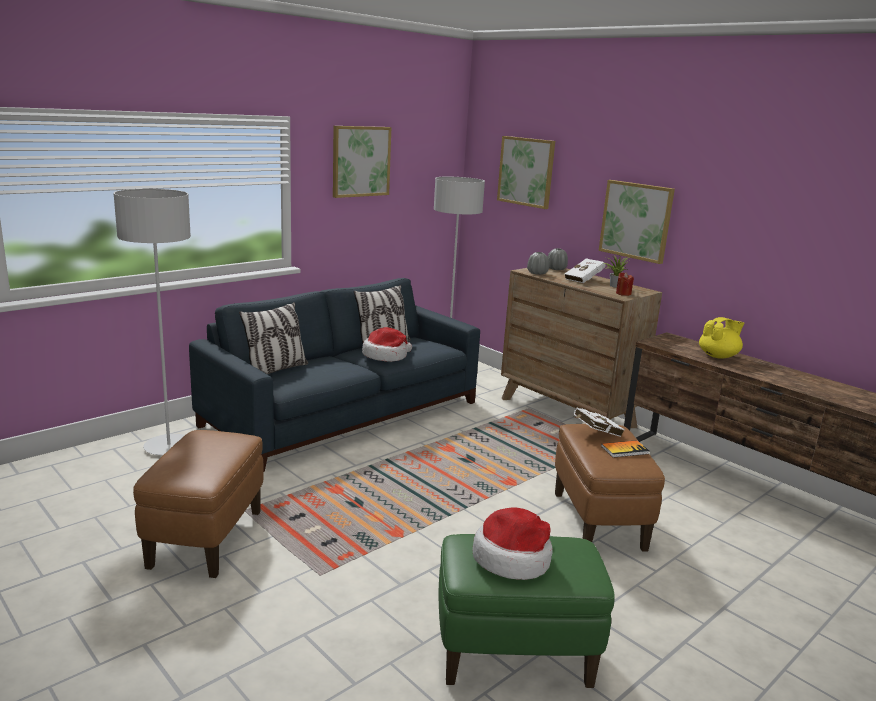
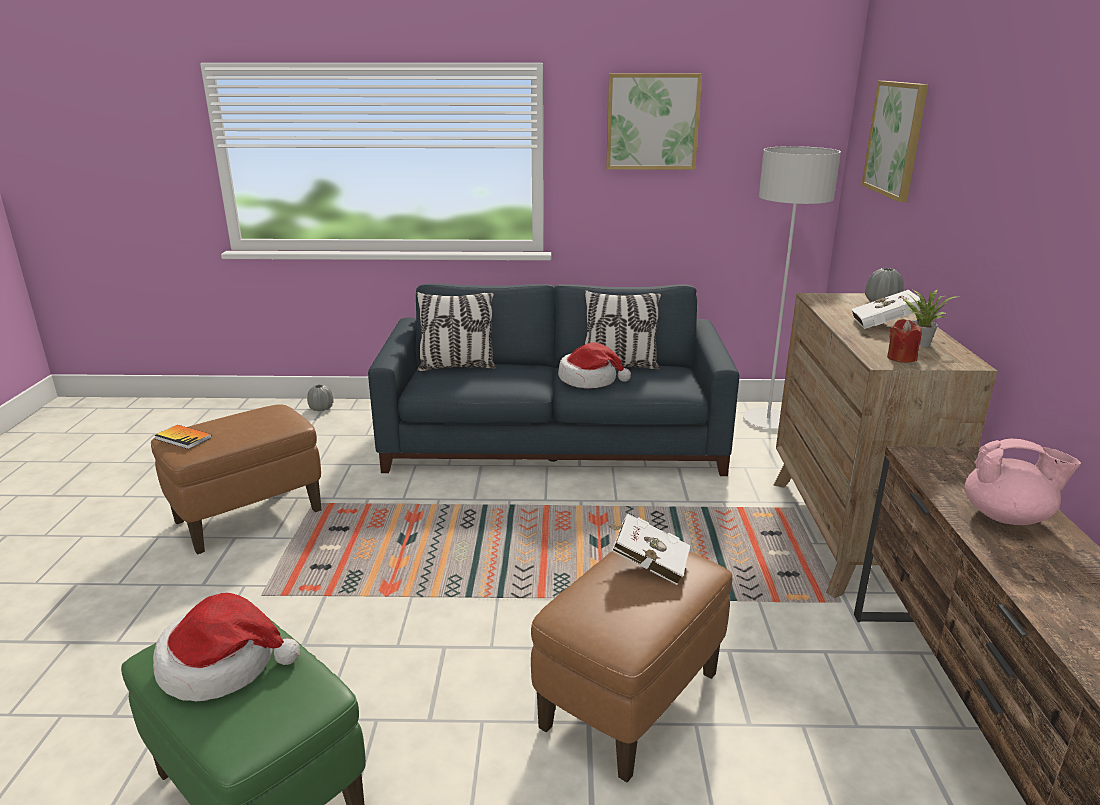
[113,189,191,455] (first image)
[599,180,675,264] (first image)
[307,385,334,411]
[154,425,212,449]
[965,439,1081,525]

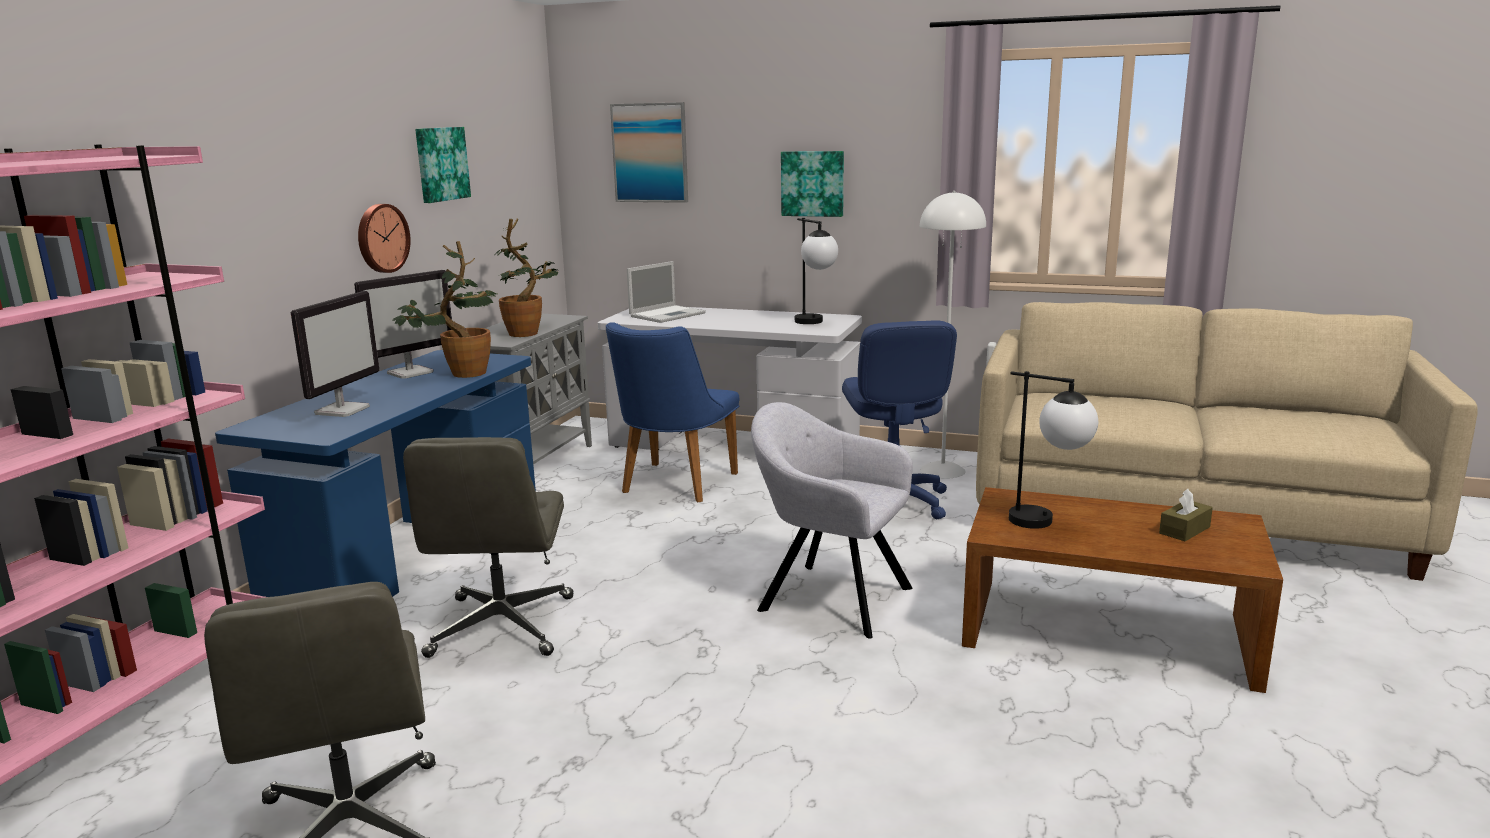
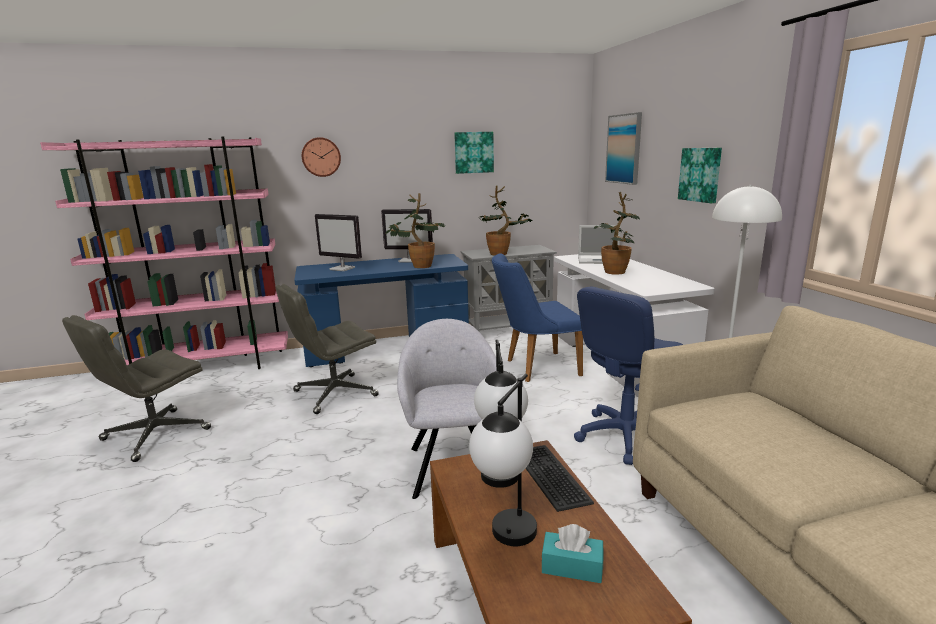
[526,445,594,512]
[594,192,640,275]
[302,137,341,177]
[469,374,537,546]
[541,524,603,583]
[315,214,362,271]

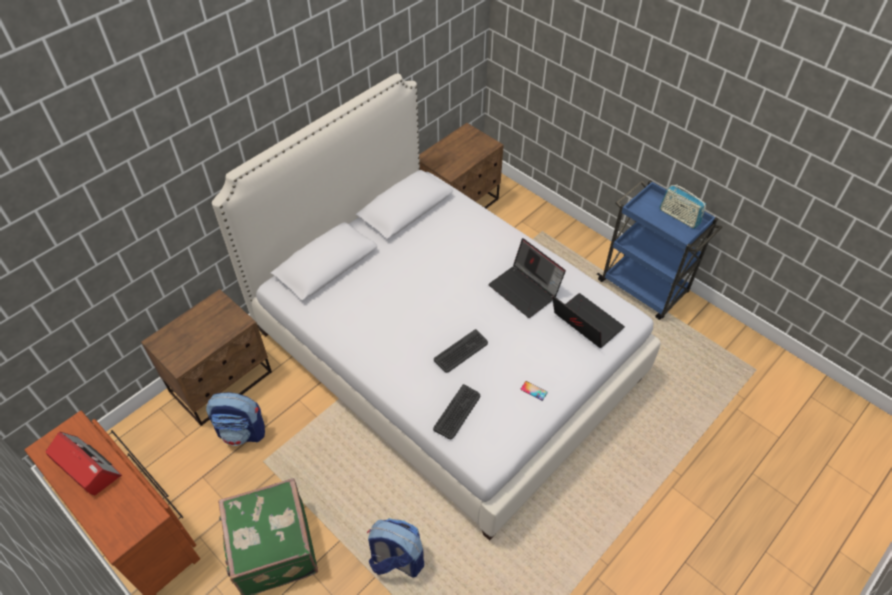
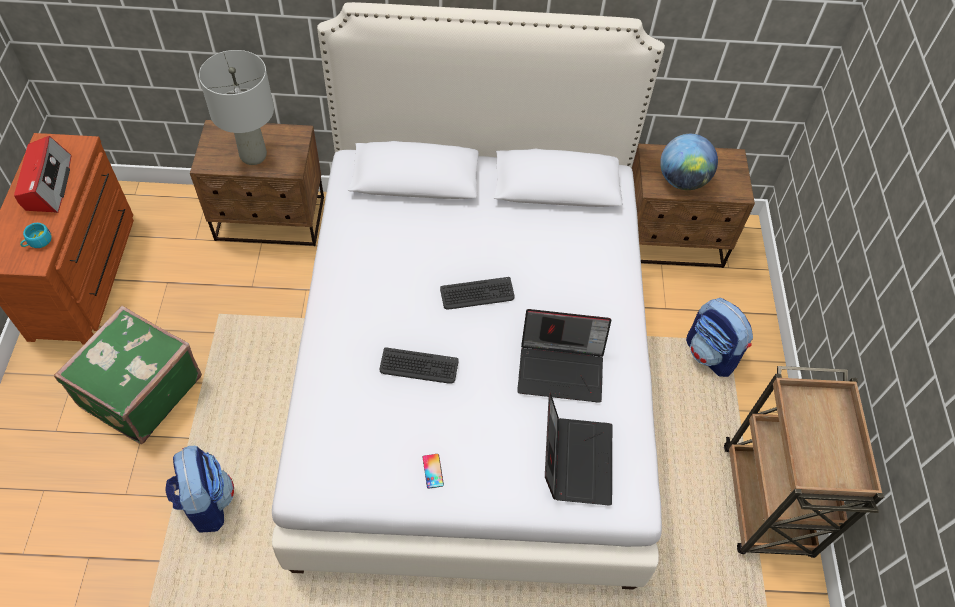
[659,184,706,229] (first image)
[20,223,52,248]
[199,50,274,165]
[660,134,718,190]
[686,298,753,377]
[440,277,515,309]
[724,366,884,558]
[517,309,611,403]

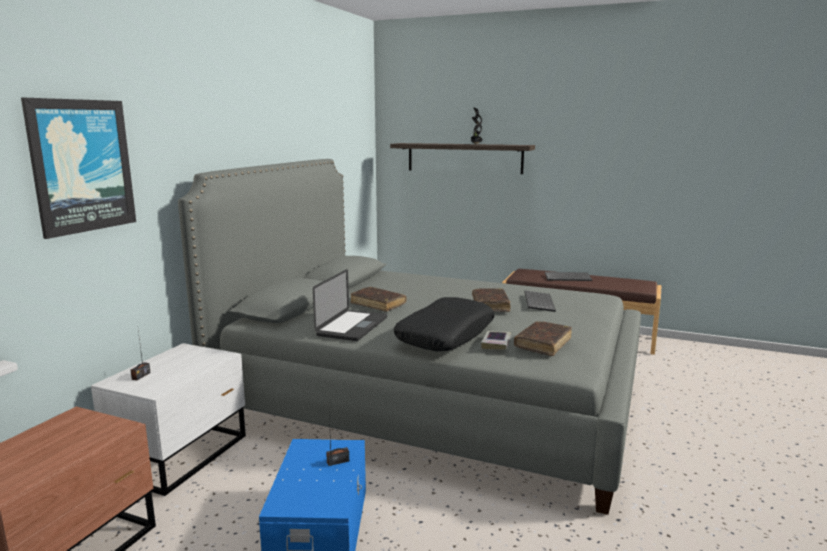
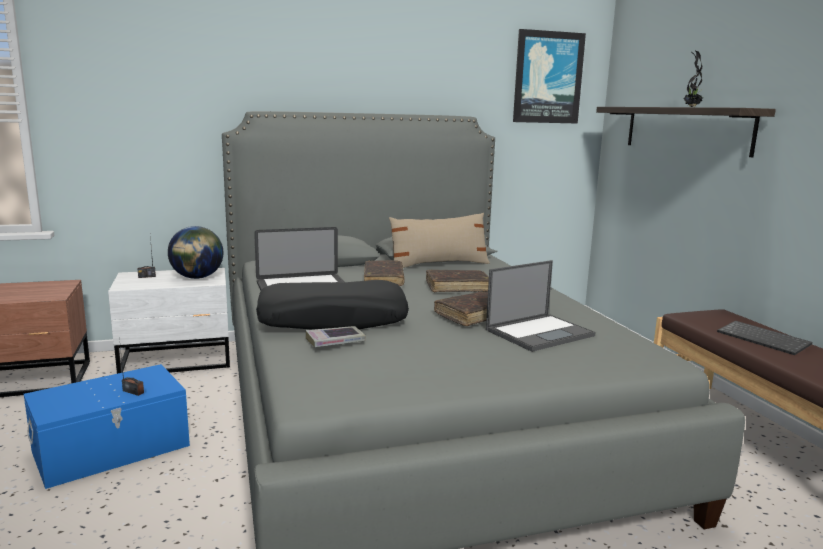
[168,226,223,279]
[389,213,490,268]
[513,29,586,124]
[426,270,489,292]
[486,260,596,352]

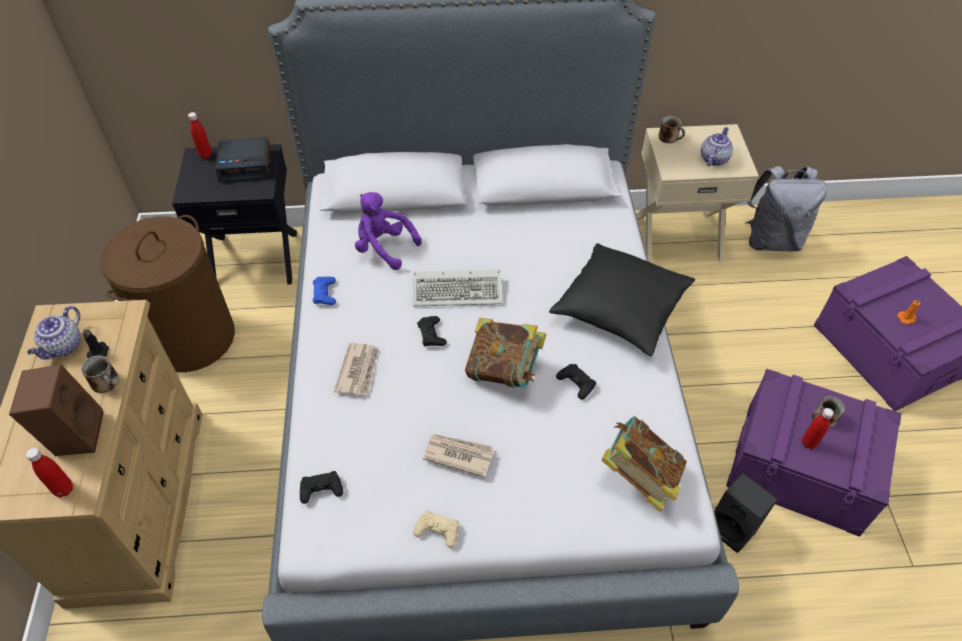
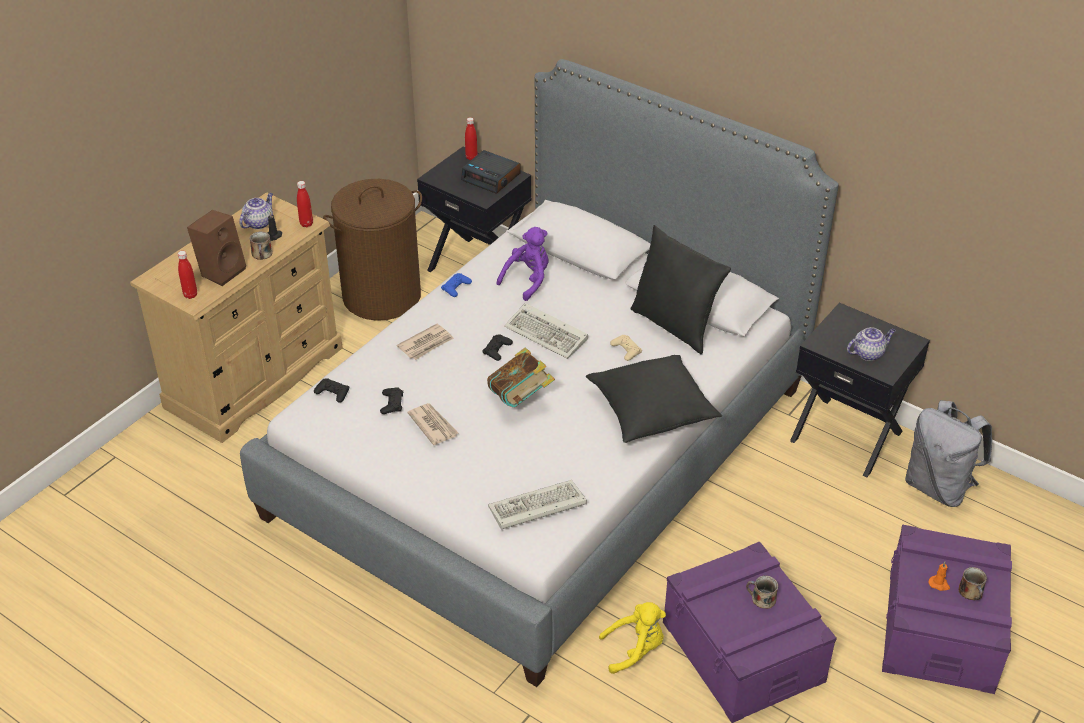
[631,225,731,354]
[610,335,642,361]
[380,387,403,414]
[958,567,987,600]
[297,181,313,227]
[488,480,587,530]
[599,602,666,674]
[790,303,930,477]
[239,193,273,229]
[496,227,549,301]

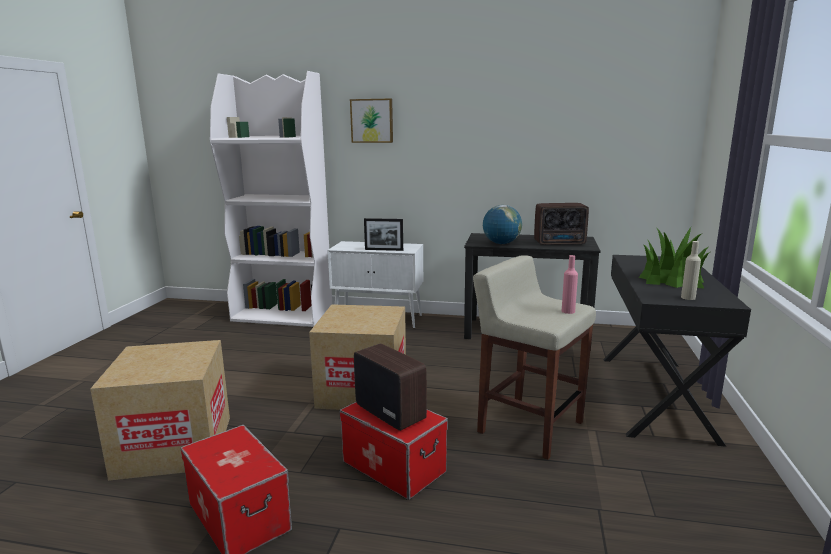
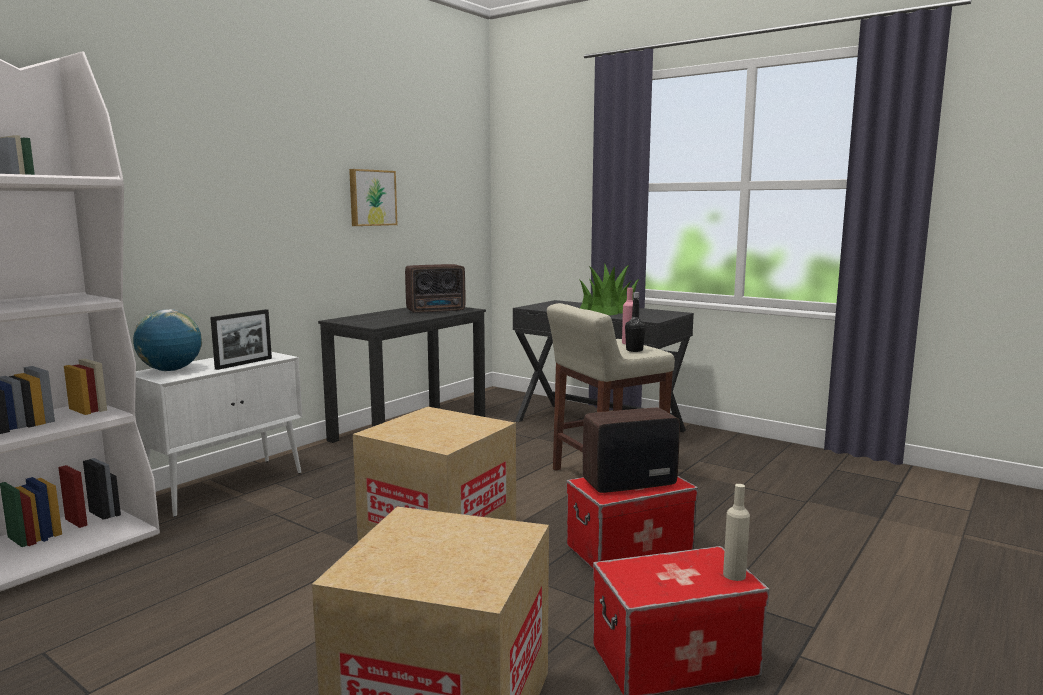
[625,292,646,352]
[349,169,397,226]
[133,309,202,371]
[723,484,750,581]
[405,264,465,313]

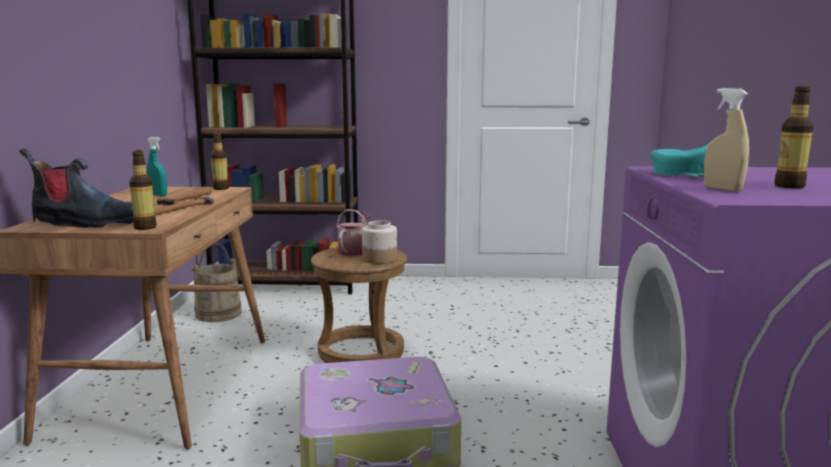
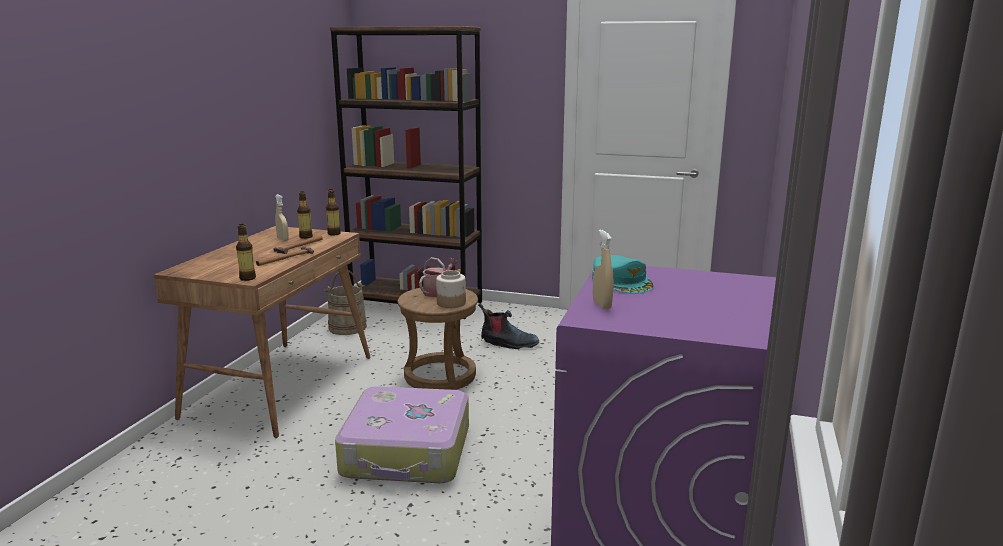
[478,303,539,349]
[297,191,313,239]
[275,194,289,241]

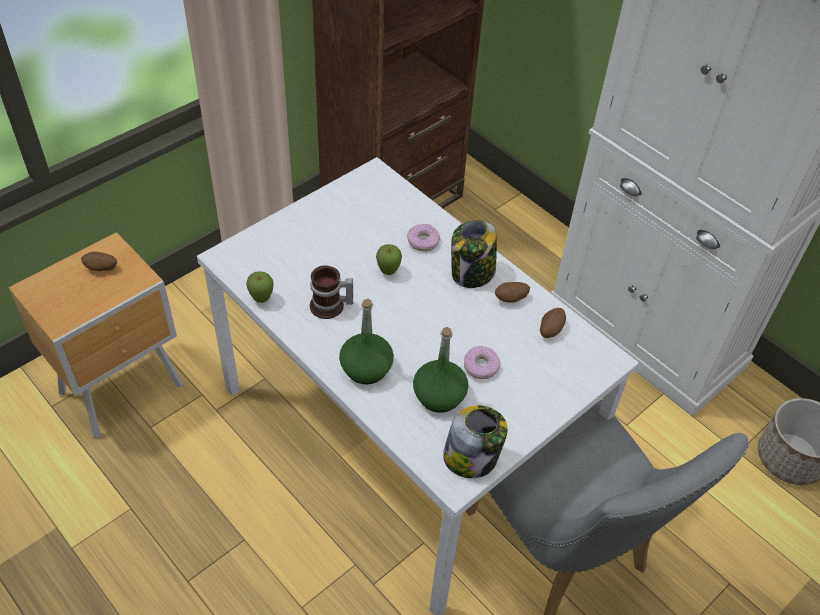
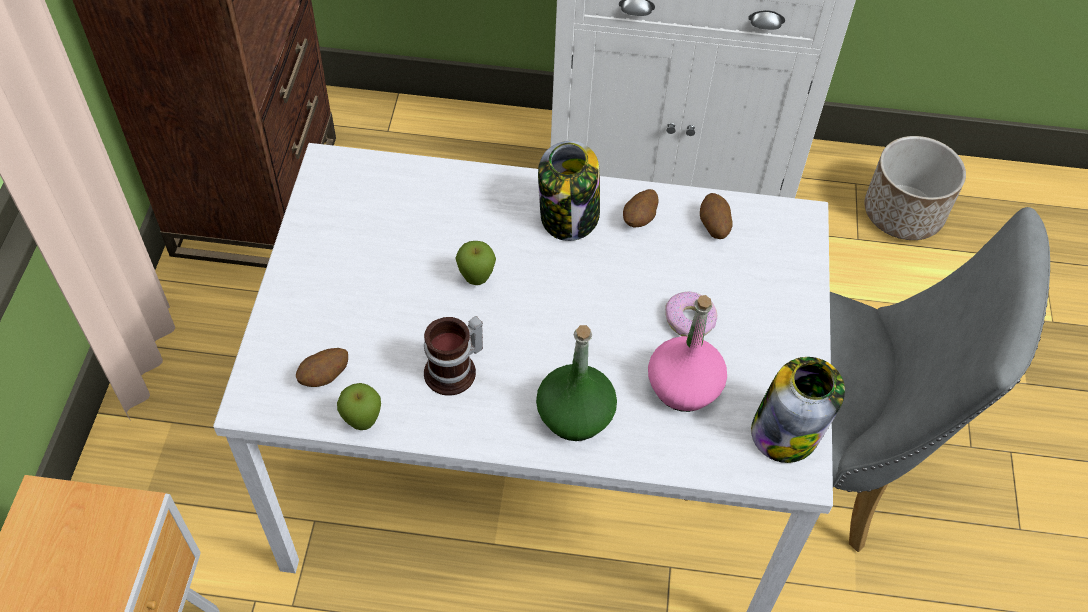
[407,224,440,251] (first image)
[296,348,348,387]
[648,295,727,412]

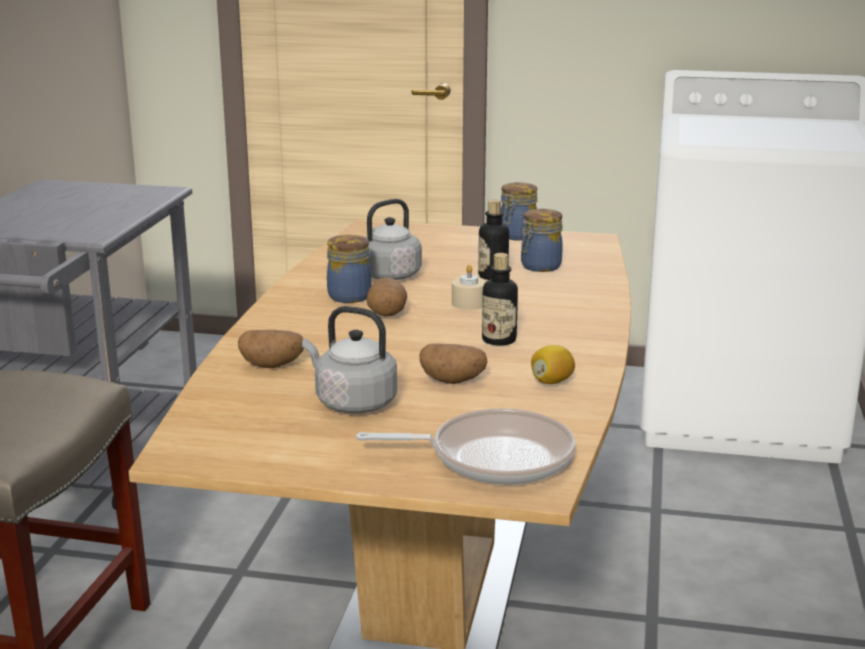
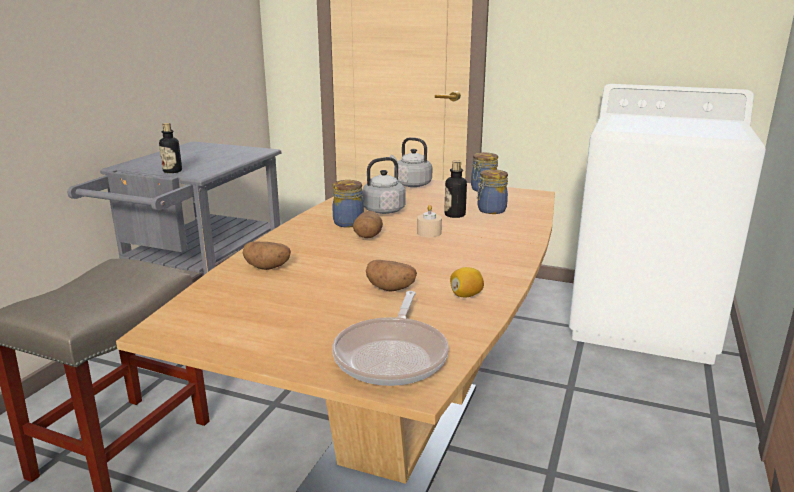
[390,137,432,187]
[159,123,182,173]
[332,291,449,386]

